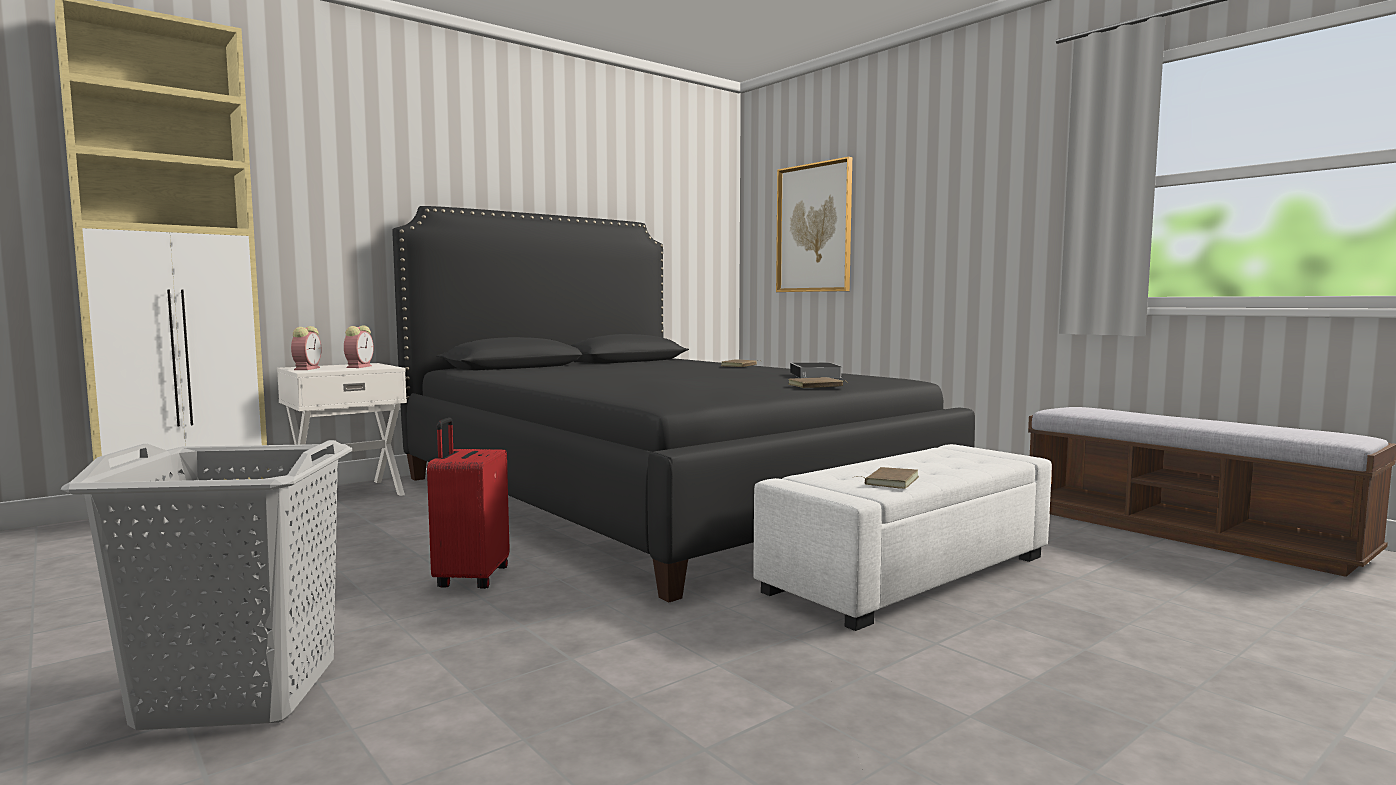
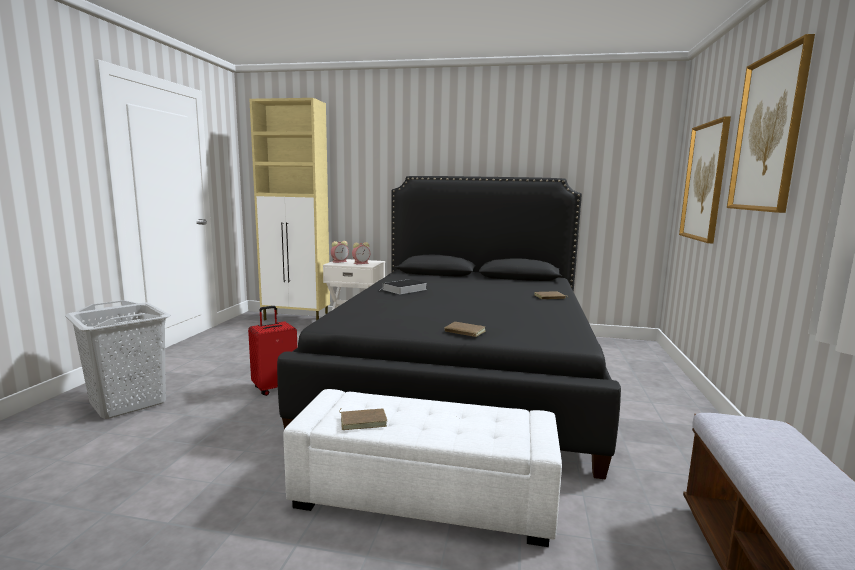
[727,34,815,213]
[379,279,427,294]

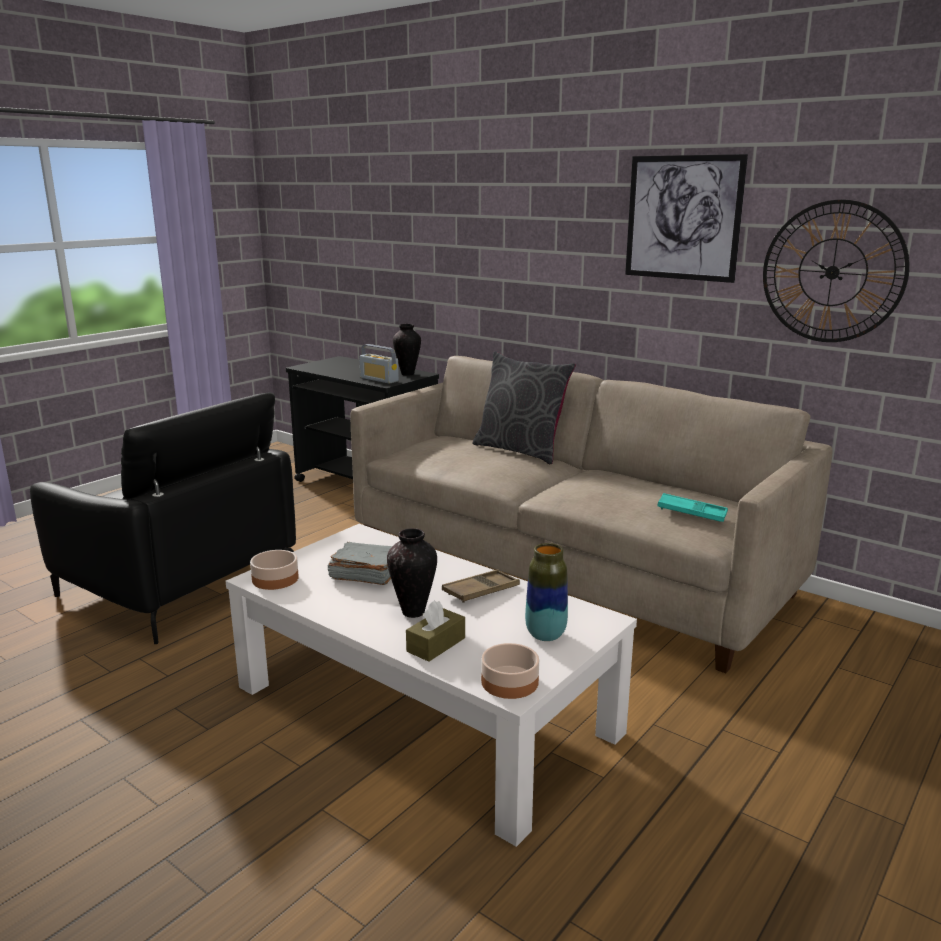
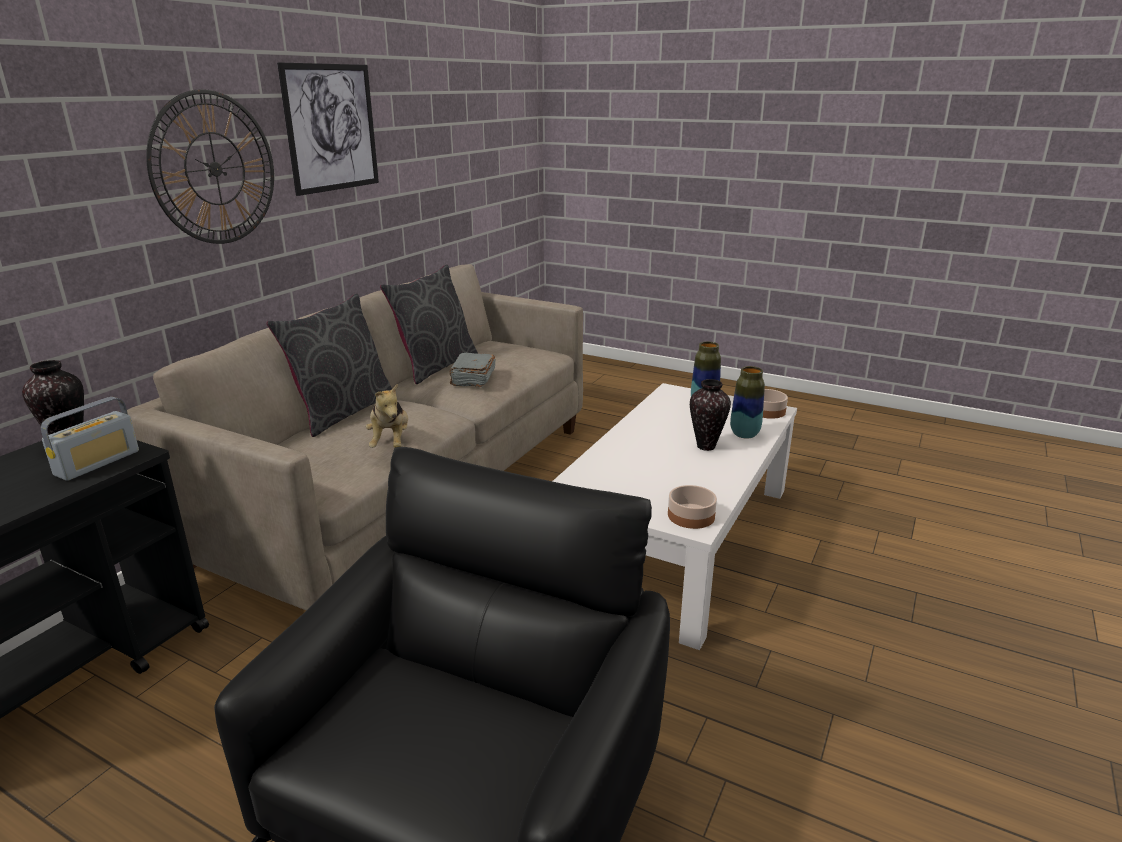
[442,569,520,603] (first image)
[657,493,728,522] (first image)
[366,383,408,448]
[380,264,478,384]
[450,353,496,387]
[146,89,274,244]
[730,366,765,438]

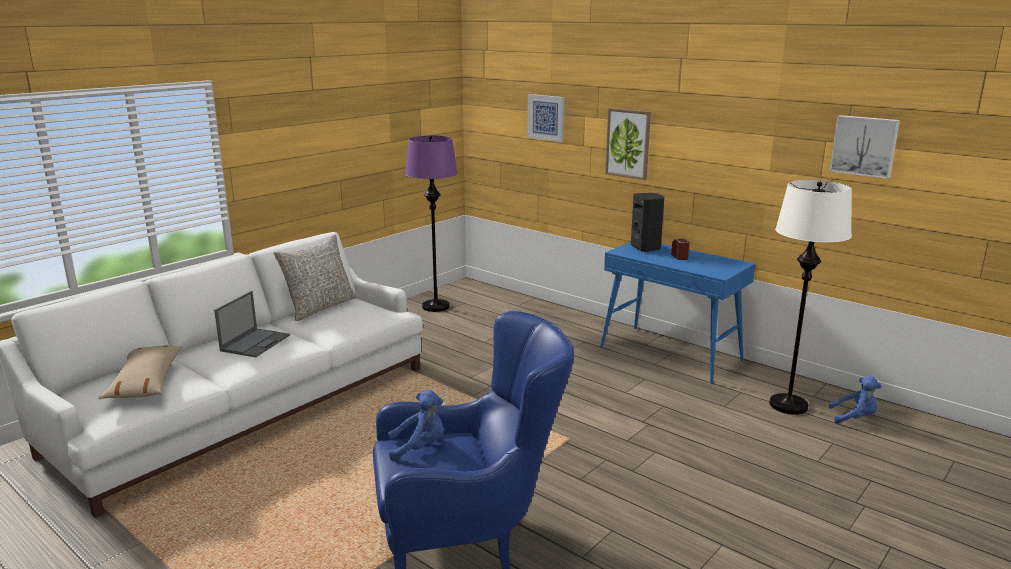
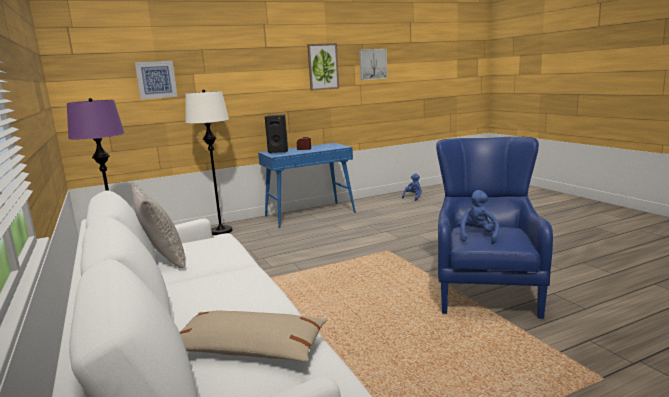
[214,291,290,357] (first image)
[307,43,339,91]
[185,89,233,235]

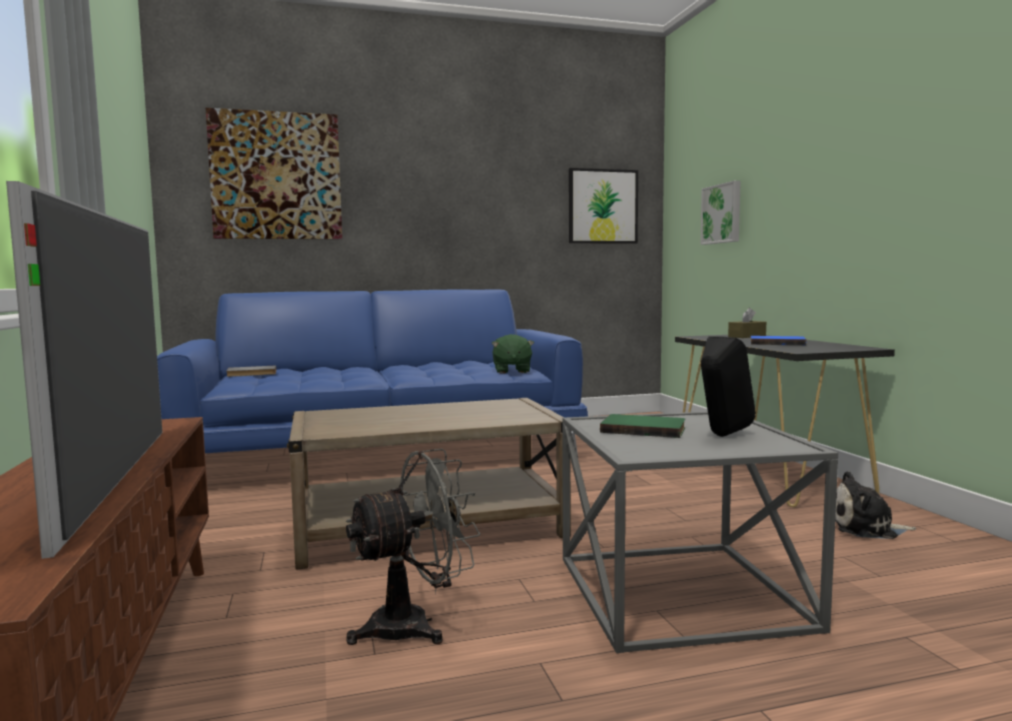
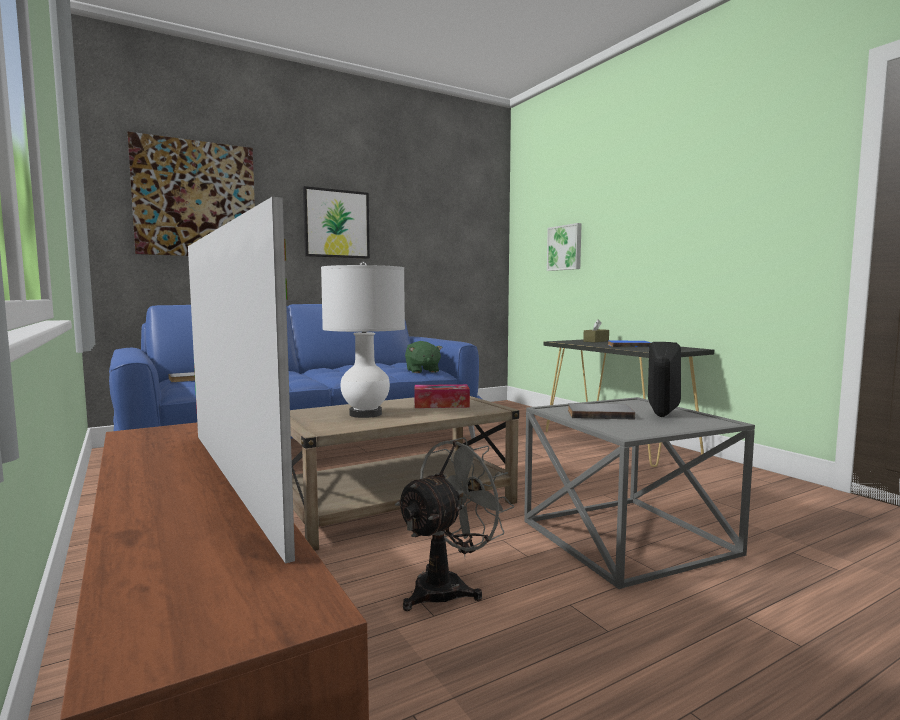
[835,471,916,539] (first image)
[321,262,405,418]
[415,384,470,408]
[303,186,370,259]
[568,403,635,419]

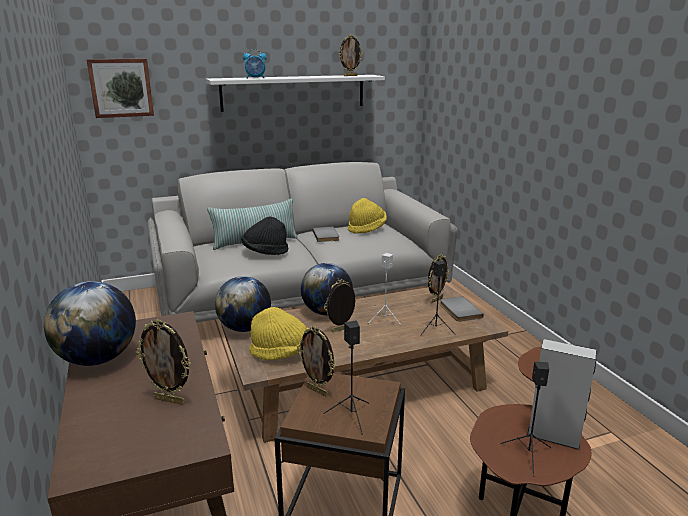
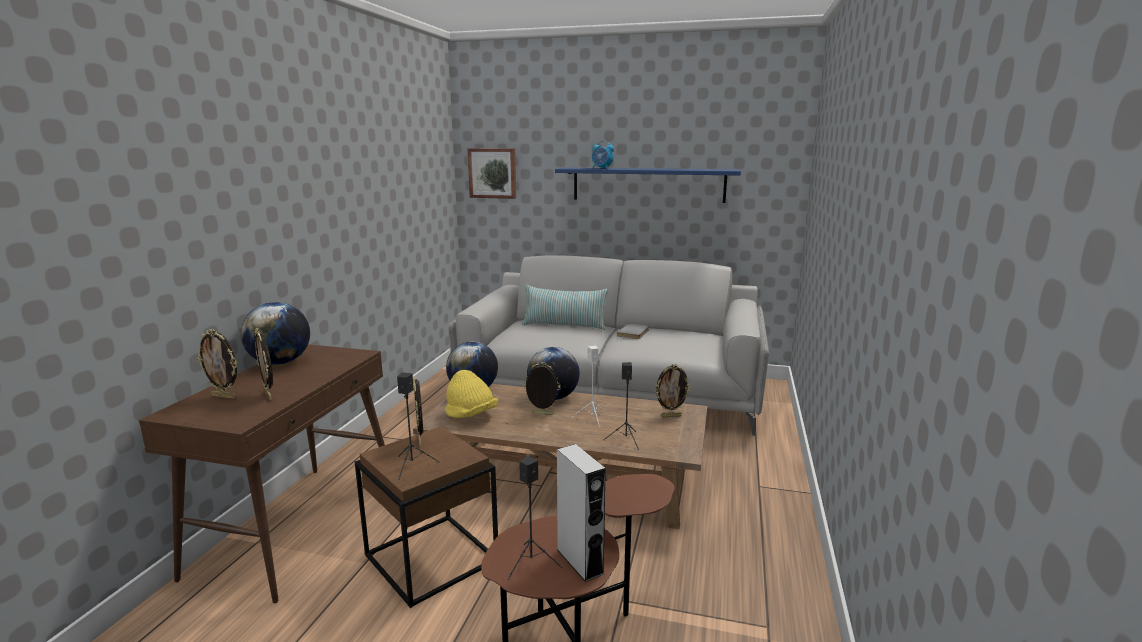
[241,217,288,255] (first image)
[348,198,387,234] (first image)
[440,296,483,322] (first image)
[196,329,237,399]
[555,168,741,203]

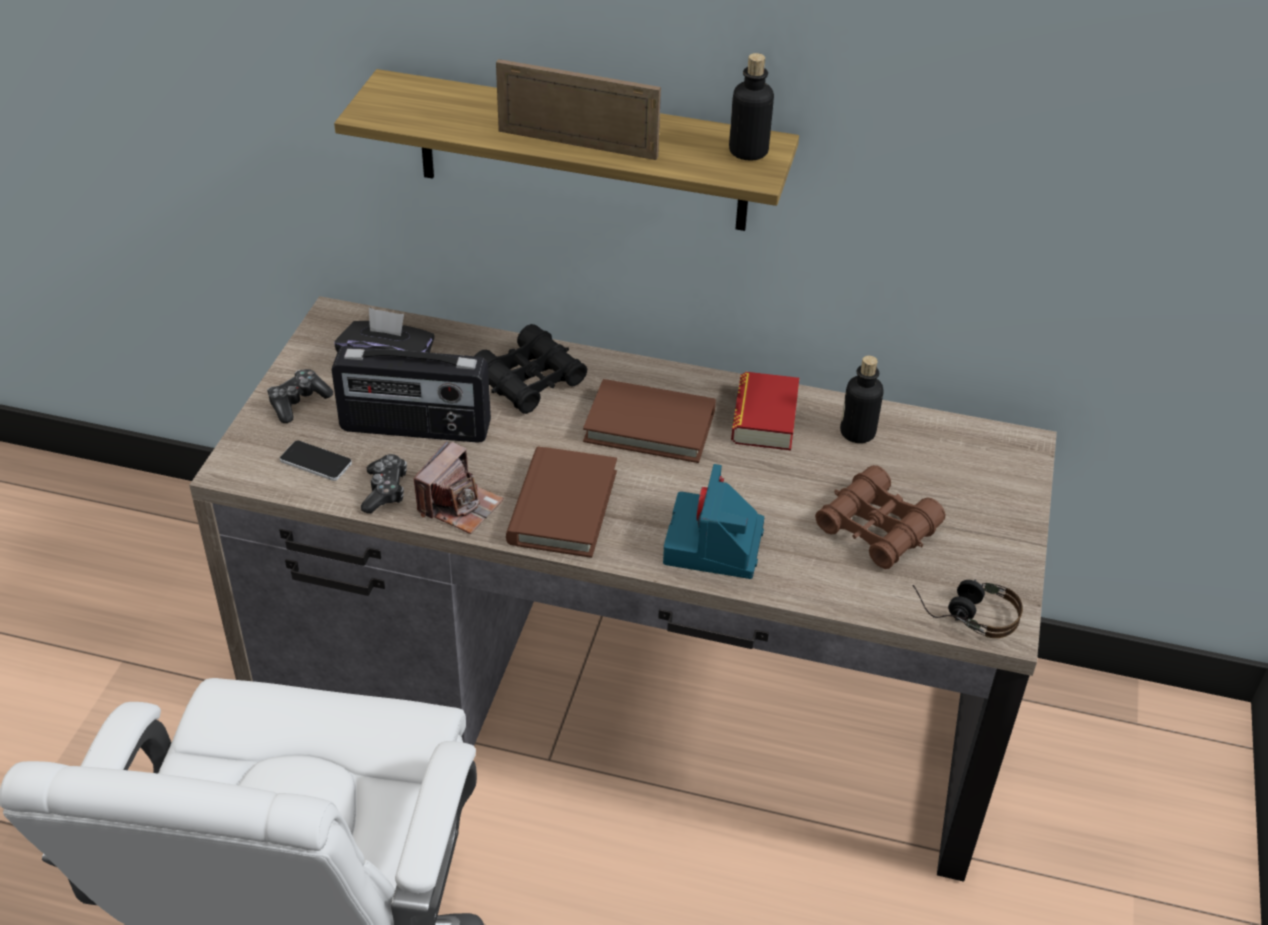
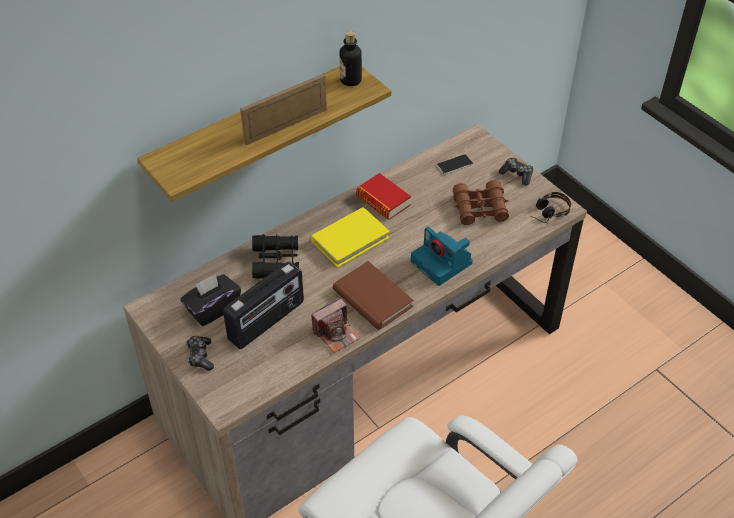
[840,356,884,443] (first image)
[437,154,473,175]
[499,158,533,186]
[311,207,390,268]
[311,297,361,353]

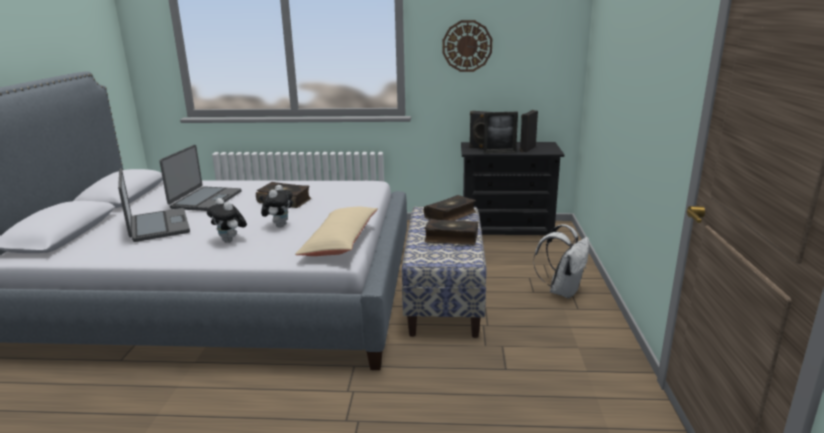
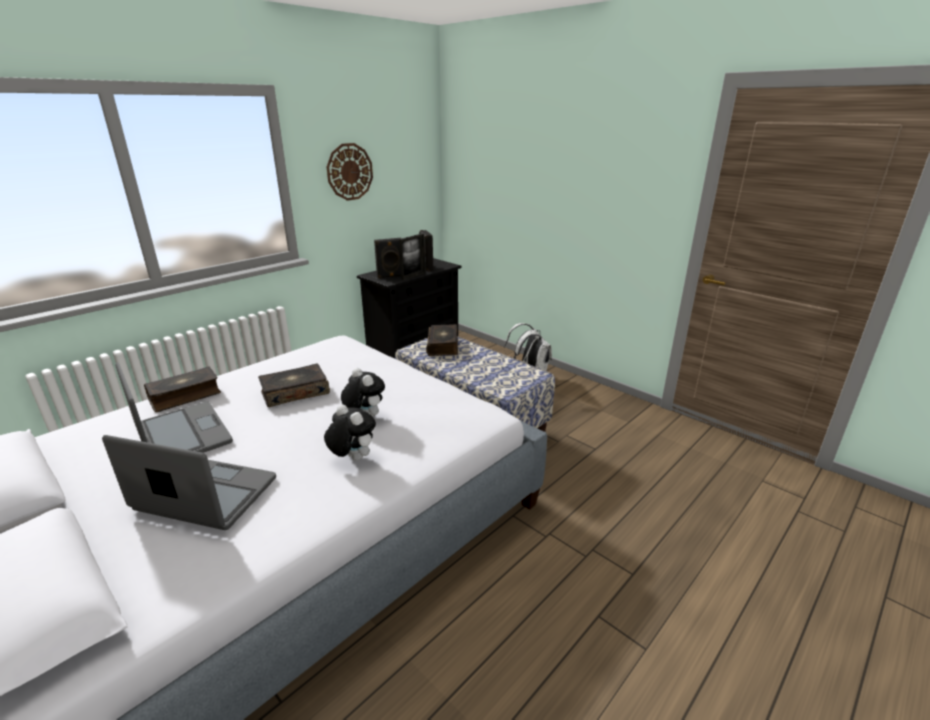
[295,207,378,256] (first image)
[144,367,221,412]
[324,404,376,461]

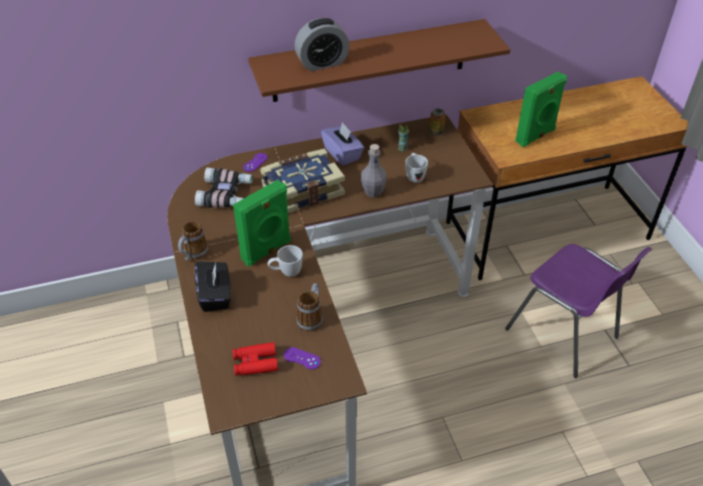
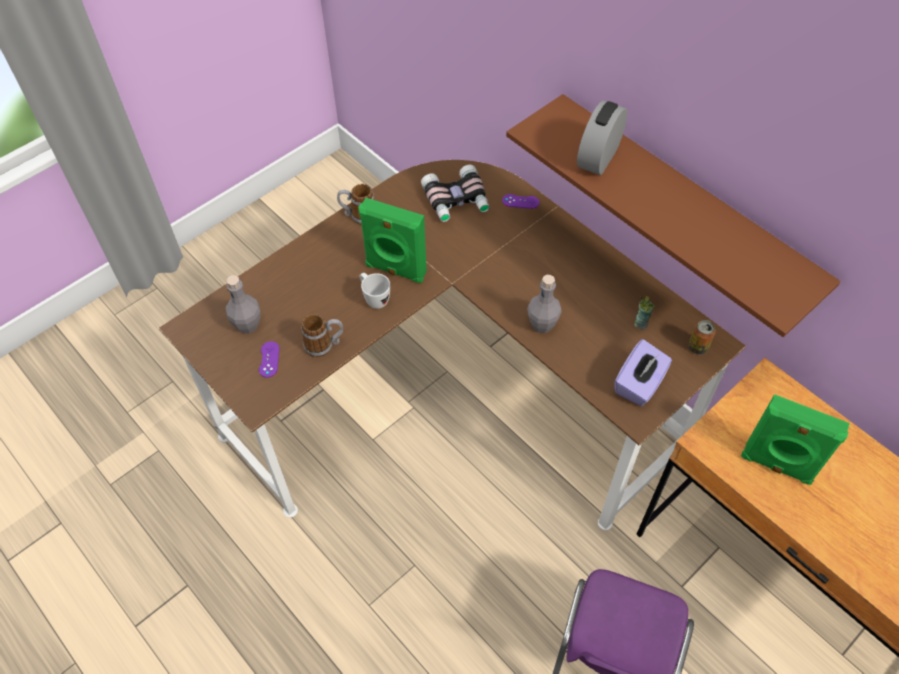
[195,262,231,312] (first image)
[260,149,345,213] (first image)
[405,153,428,183] (first image)
[614,339,672,406]
[226,275,260,333]
[577,101,627,175]

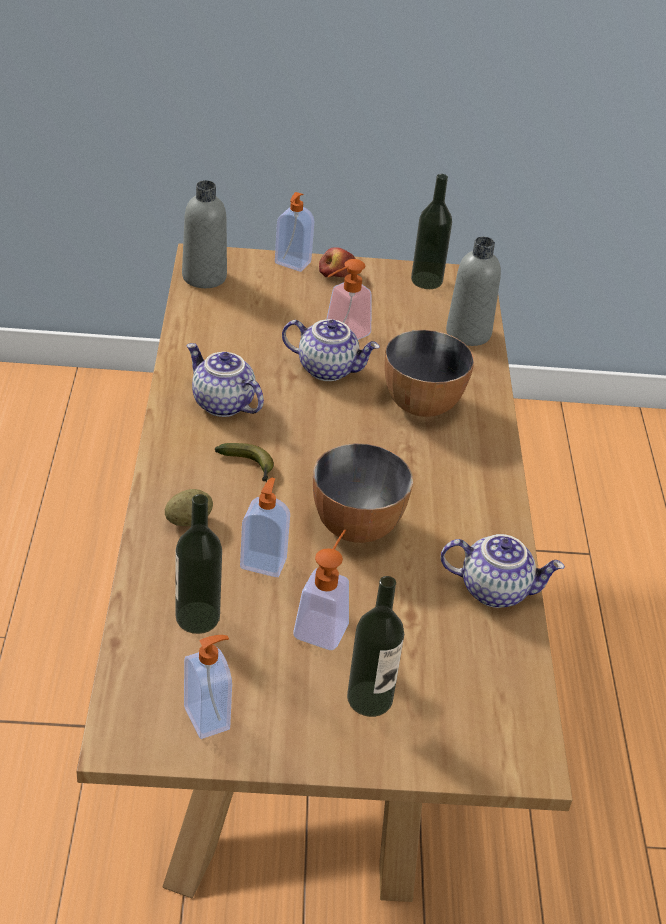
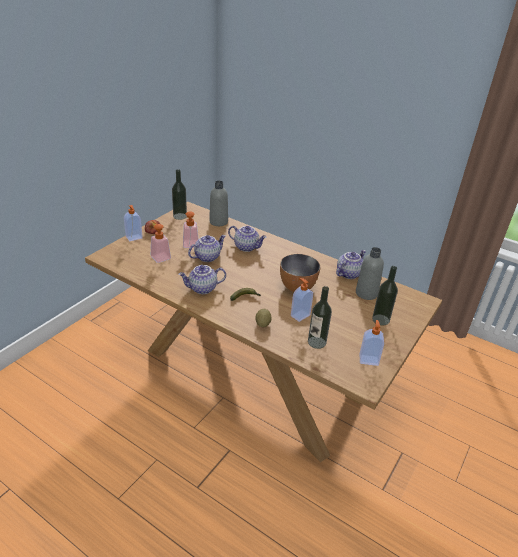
[356,247,384,300]
[151,220,171,263]
[228,226,267,252]

